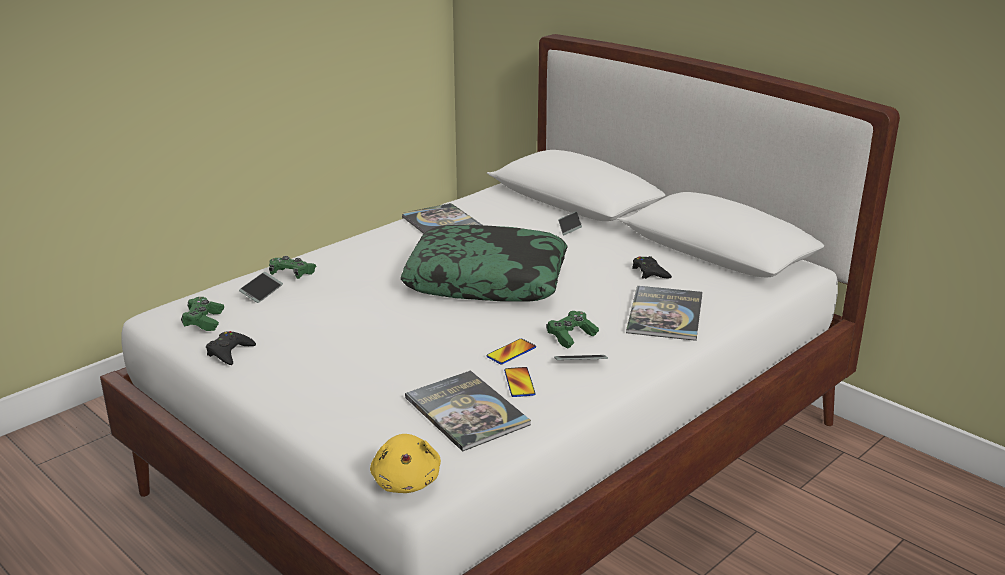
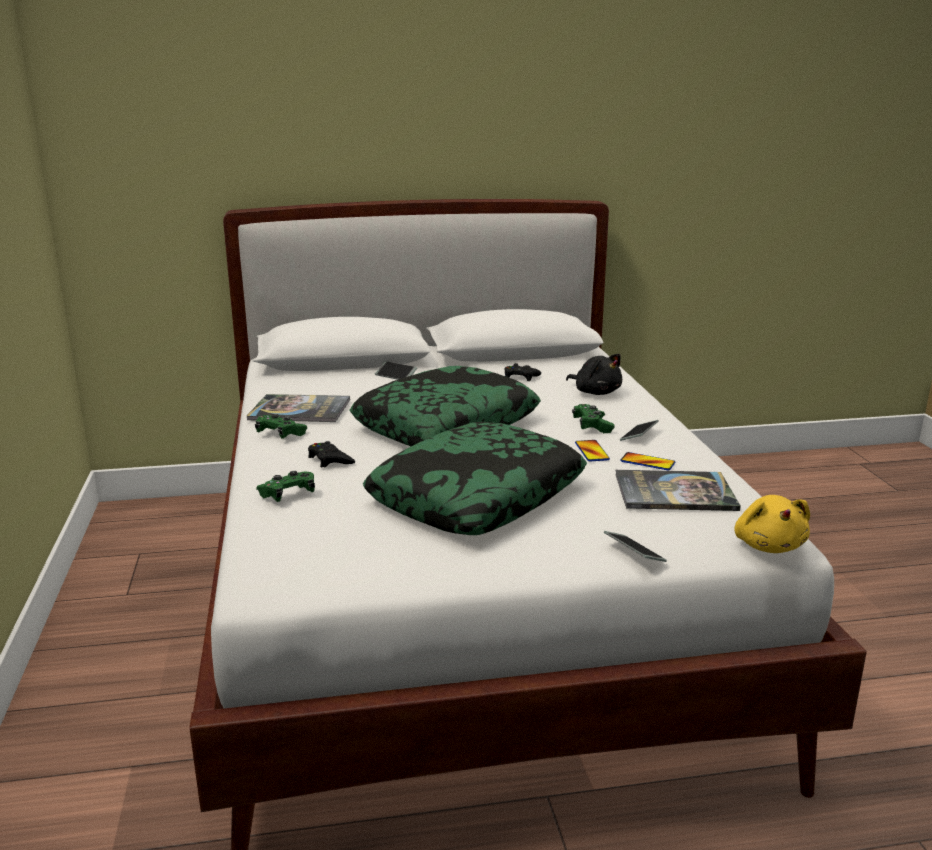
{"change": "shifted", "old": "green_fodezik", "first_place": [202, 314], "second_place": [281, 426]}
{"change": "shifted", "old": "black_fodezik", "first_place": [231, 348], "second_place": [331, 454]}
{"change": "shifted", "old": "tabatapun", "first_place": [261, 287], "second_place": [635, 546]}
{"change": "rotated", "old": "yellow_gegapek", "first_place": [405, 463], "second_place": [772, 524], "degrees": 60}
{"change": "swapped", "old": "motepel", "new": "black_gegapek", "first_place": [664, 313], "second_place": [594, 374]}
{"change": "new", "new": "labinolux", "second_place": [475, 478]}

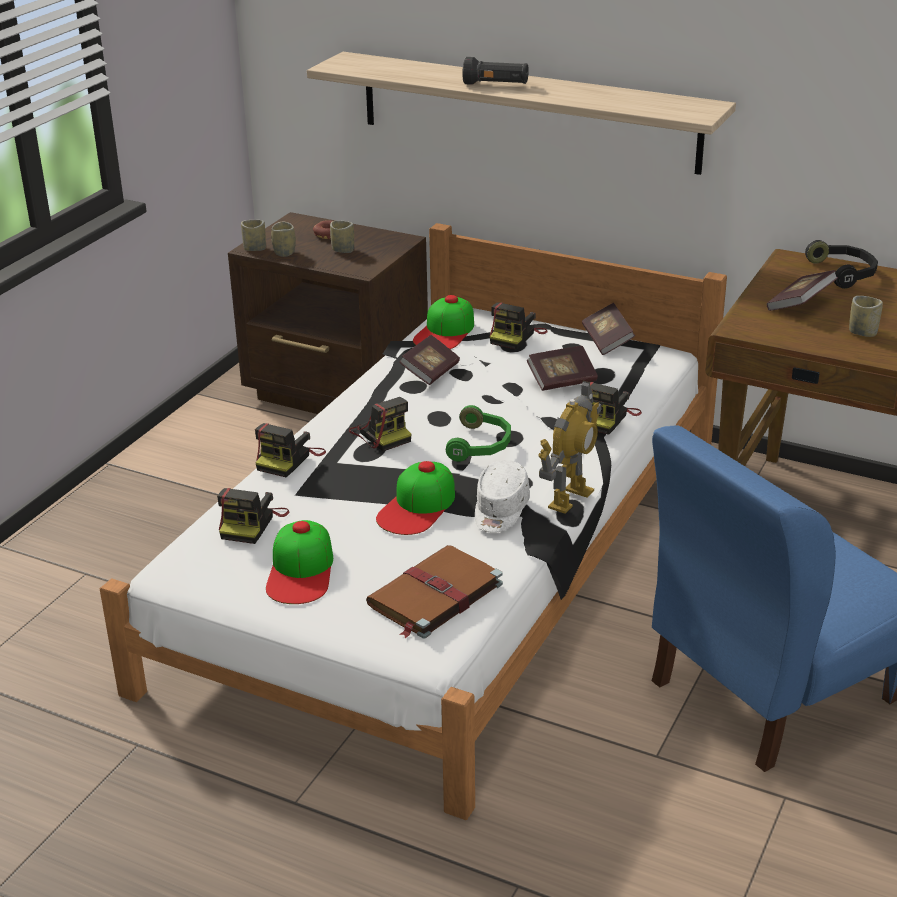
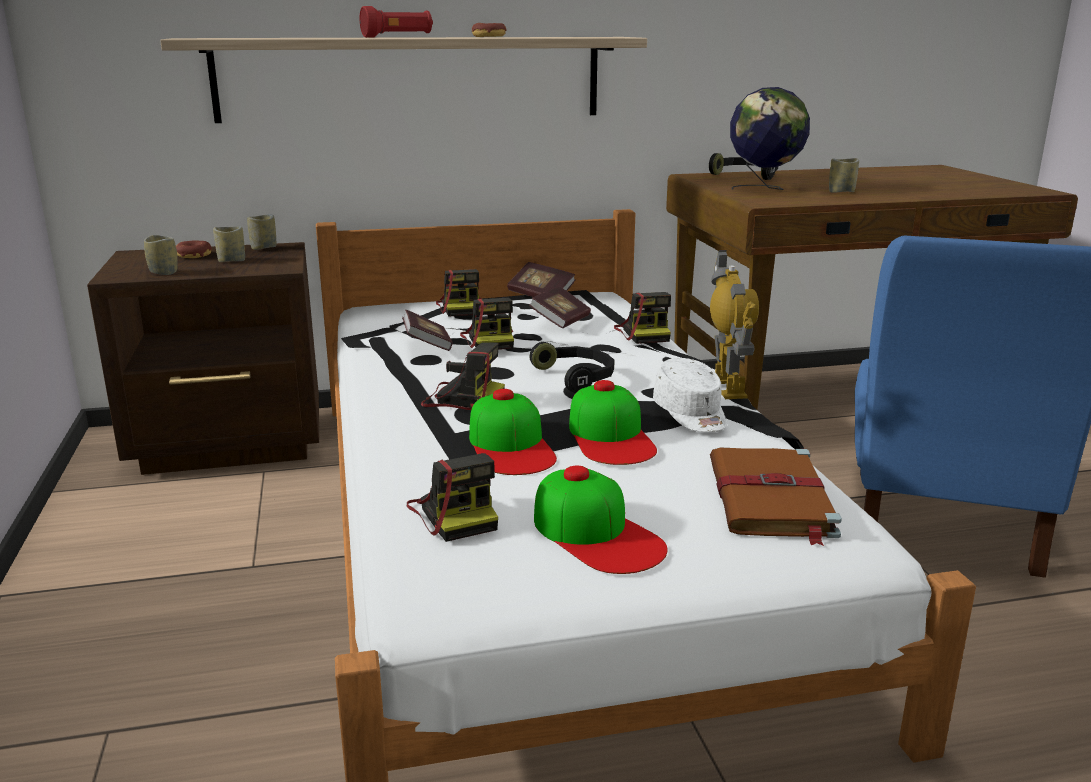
{"change": "shifted", "old": "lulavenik", "first_place": [253, 235], "second_place": [261, 232]}
{"change": "shifted", "old": "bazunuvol", "first_place": [290, 450], "second_place": [487, 324]}
{"change": "shifted", "old": "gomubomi", "first_place": [443, 322], "second_place": [513, 432]}
{"change": "repainted", "old": "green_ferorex", "new": "black_ferorex", "first_place": [478, 433], "second_place": [571, 367]}
{"change": "repainted", "old": "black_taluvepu", "new": "red_taluvepu", "first_place": [495, 71], "second_place": [396, 22]}
{"change": "swapped", "old": "motepel", "new": "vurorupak", "first_place": [802, 290], "second_place": [770, 138]}
{"change": "new", "new": "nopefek", "second_place": [489, 30]}

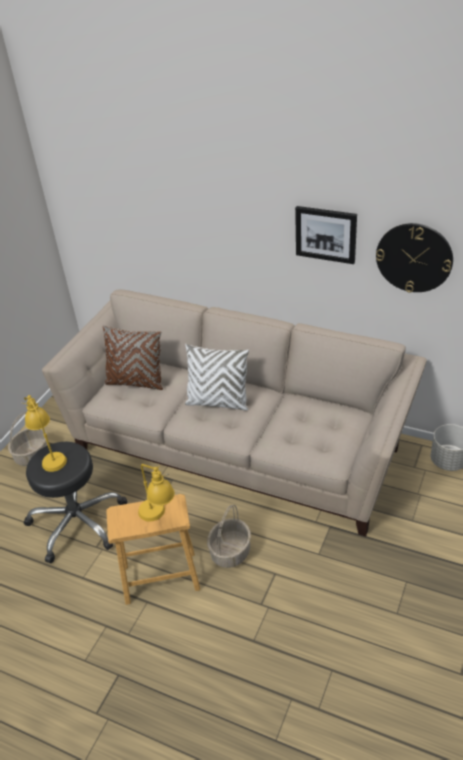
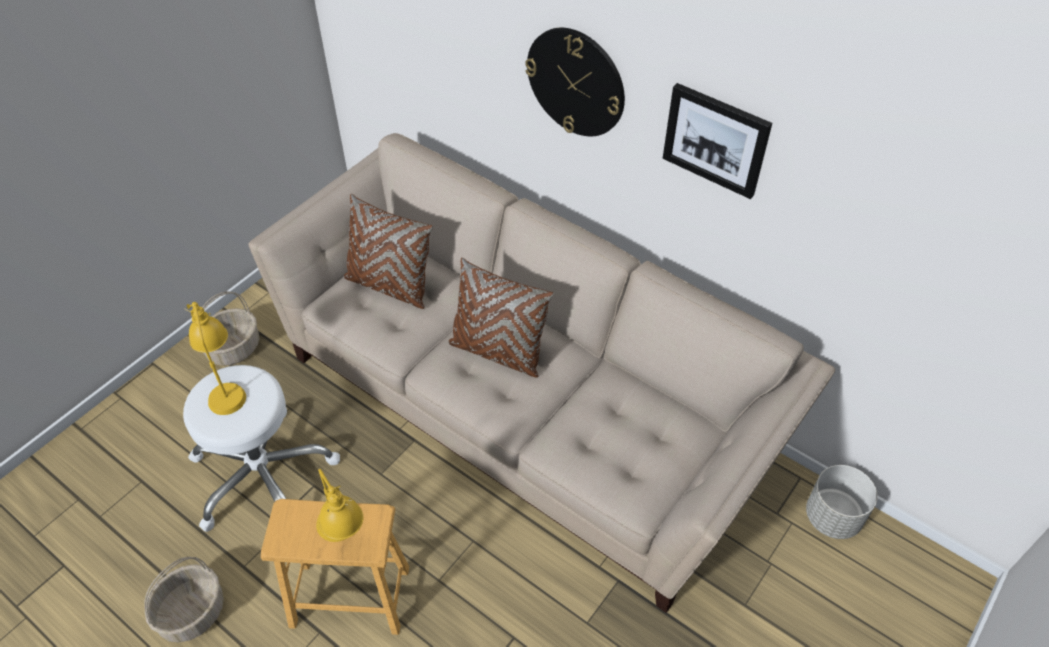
{"change": "repainted", "old": "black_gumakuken", "new": "white_gumakuken", "first_place": [76, 502], "second_place": [261, 448]}
{"change": "repainted", "old": "white_labinolux", "new": "brown_labinolux", "first_place": [217, 377], "second_place": [501, 318]}
{"change": "shifted", "old": "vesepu", "first_place": [229, 536], "second_place": [184, 600]}
{"change": "shifted", "old": "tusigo", "first_place": [414, 258], "second_place": [575, 82]}

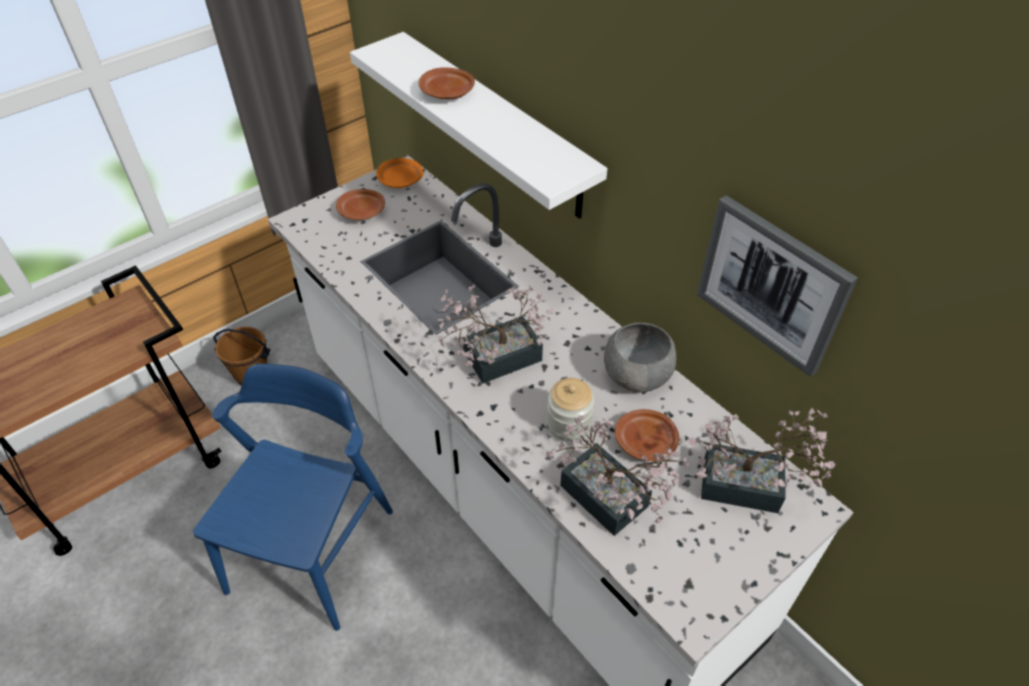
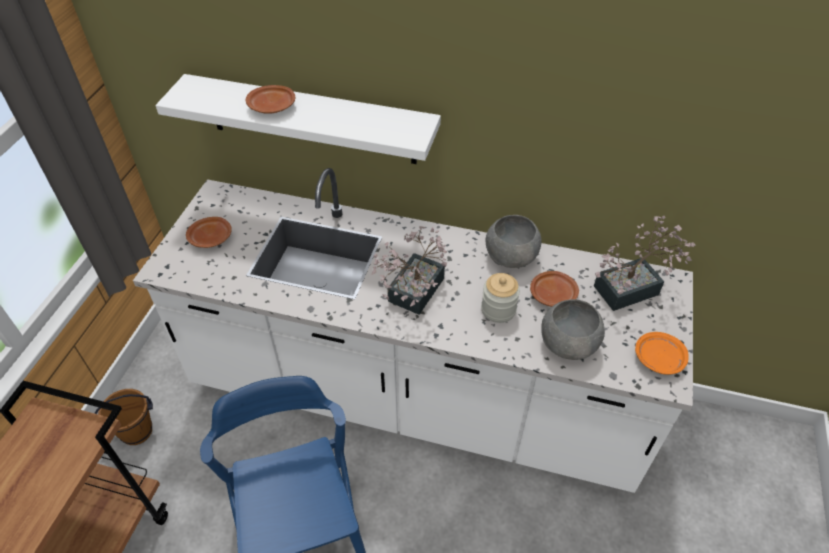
{"change": "shifted", "old": "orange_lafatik", "first_place": [399, 173], "second_place": [662, 353]}
{"change": "swapped", "old": "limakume", "new": "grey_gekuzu", "first_place": [617, 475], "second_place": [573, 329]}
{"change": "gone", "old": "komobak", "first_place": [777, 286]}

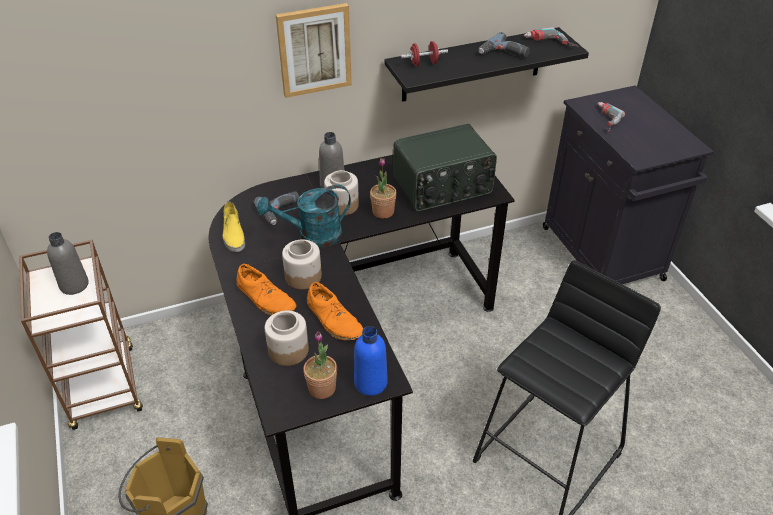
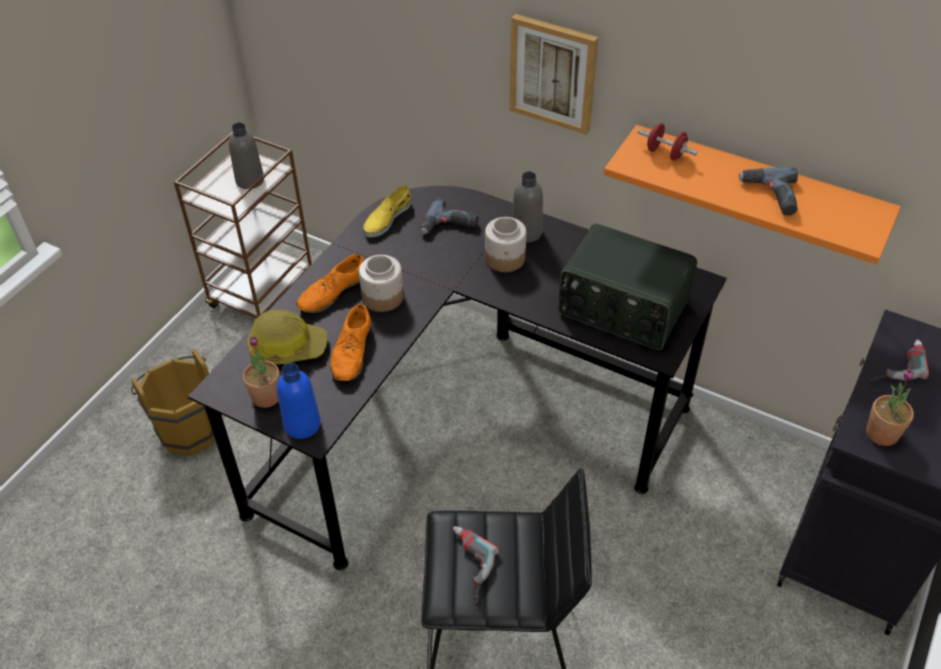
{"change": "rotated", "old": "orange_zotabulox", "first_place": [266, 289], "second_place": [330, 283], "degrees": 45}
{"change": "gone", "old": "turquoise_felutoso", "first_place": [304, 216]}
{"change": "swapped", "old": "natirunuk", "new": "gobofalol", "first_place": [287, 338], "second_place": [287, 337]}
{"change": "shifted", "old": "limakume", "first_place": [383, 188], "second_place": [890, 407]}
{"change": "repainted", "old": "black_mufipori", "new": "orange_mufipori", "first_place": [486, 64], "second_place": [752, 195]}
{"change": "shifted", "old": "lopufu", "first_place": [551, 37], "second_place": [476, 565]}

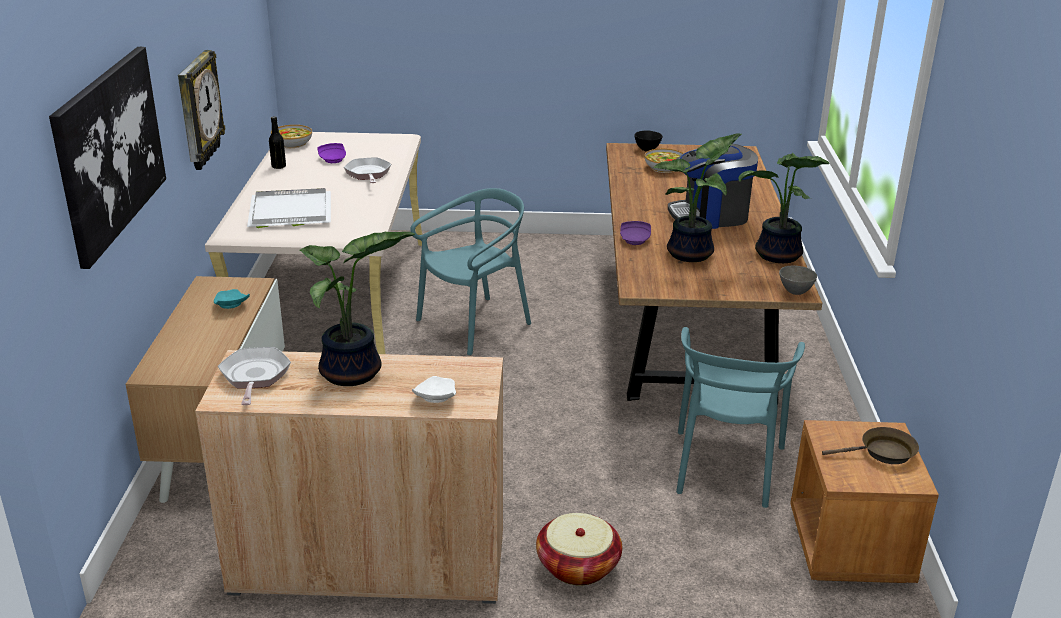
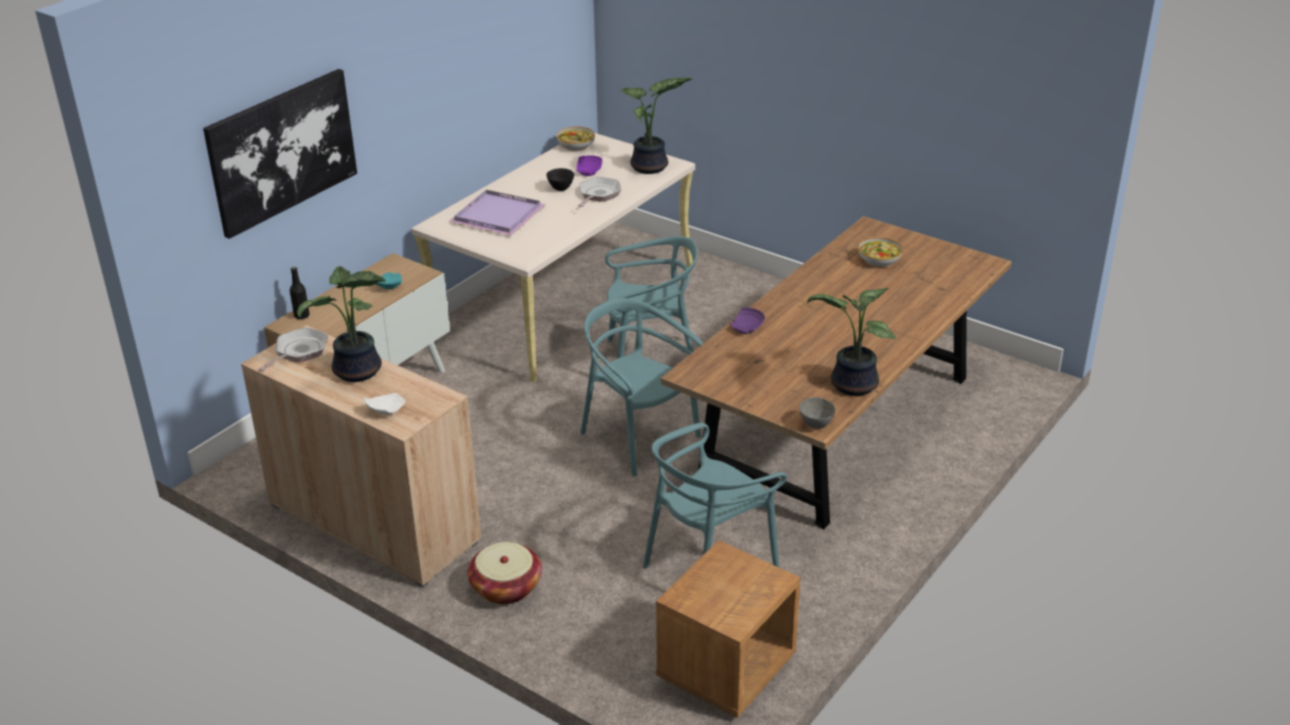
{"change": "gone", "old": "tusigo", "first_place": [202, 110]}
{"change": "repainted", "old": "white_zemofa", "new": "purple_zemofa", "first_place": [289, 208], "second_place": [497, 213]}
{"change": "shifted", "old": "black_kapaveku", "first_place": [277, 142], "second_place": [299, 293]}
{"change": "shifted", "old": "black_gekuzu", "first_place": [648, 141], "second_place": [560, 179]}
{"change": "shifted", "old": "limakume", "first_place": [697, 197], "second_place": [656, 126]}
{"change": "gone", "old": "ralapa", "first_place": [713, 186]}
{"change": "gone", "old": "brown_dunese", "first_place": [870, 445]}
{"change": "new", "new": "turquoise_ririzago", "second_place": [641, 387]}

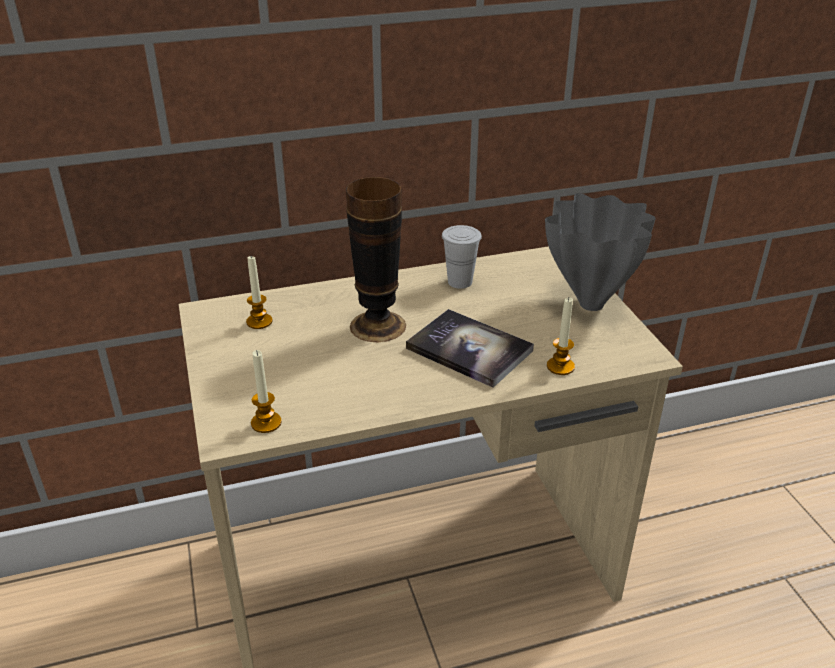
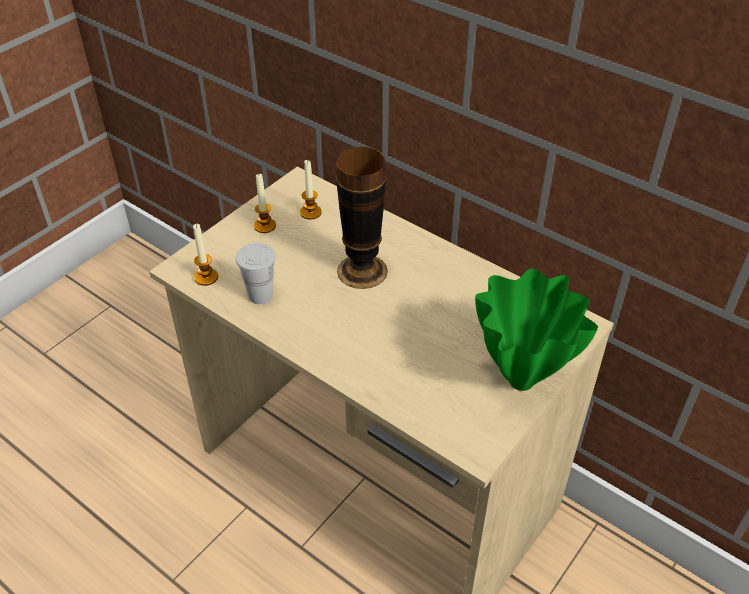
{"change": "gone", "old": "motepel", "first_place": [470, 348]}
{"change": "shifted", "old": "white_lulavenik", "first_place": [462, 257], "second_place": [256, 273]}
{"change": "repainted", "old": "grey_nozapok", "new": "green_nozapok", "first_place": [600, 252], "second_place": [536, 330]}
{"change": "shifted", "old": "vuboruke", "first_place": [561, 336], "second_place": [265, 203]}

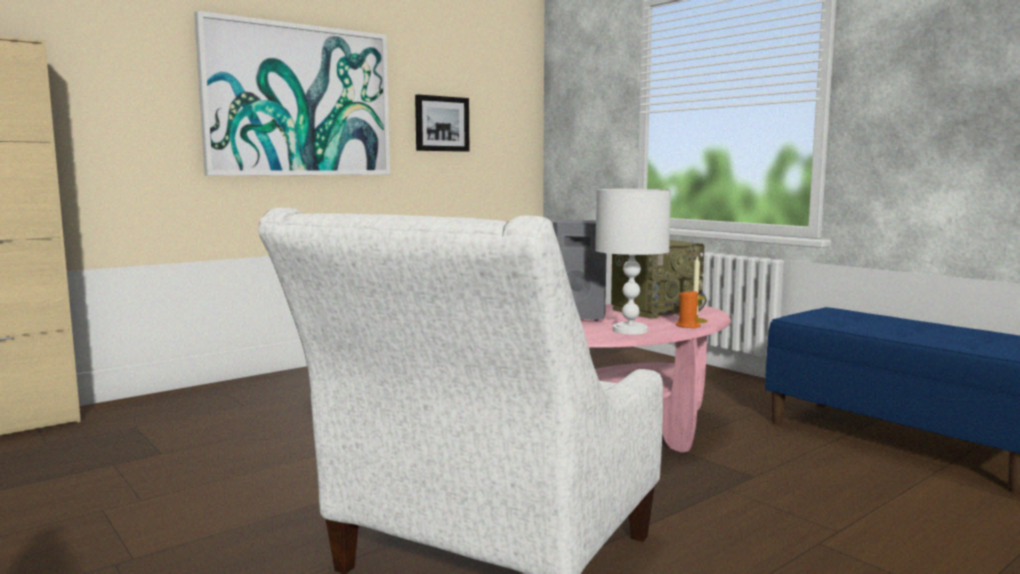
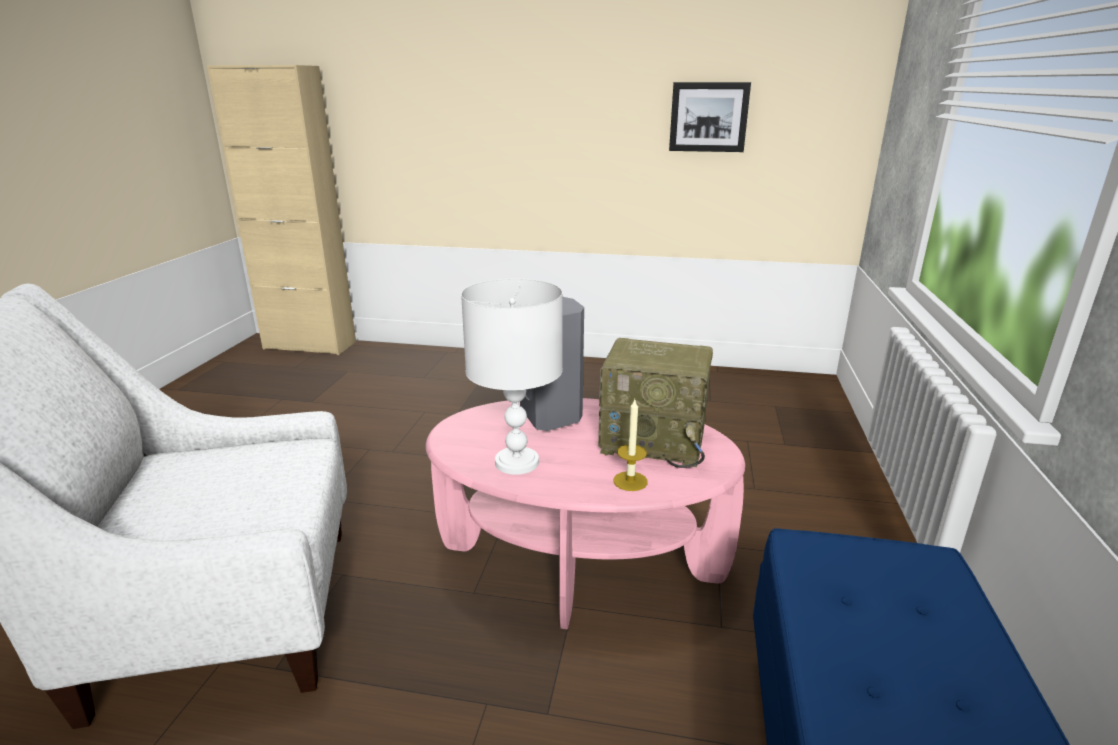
{"change": "gone", "old": "komobak", "first_place": [292, 93]}
{"change": "gone", "old": "orange_vuboruke", "first_place": [688, 308]}

